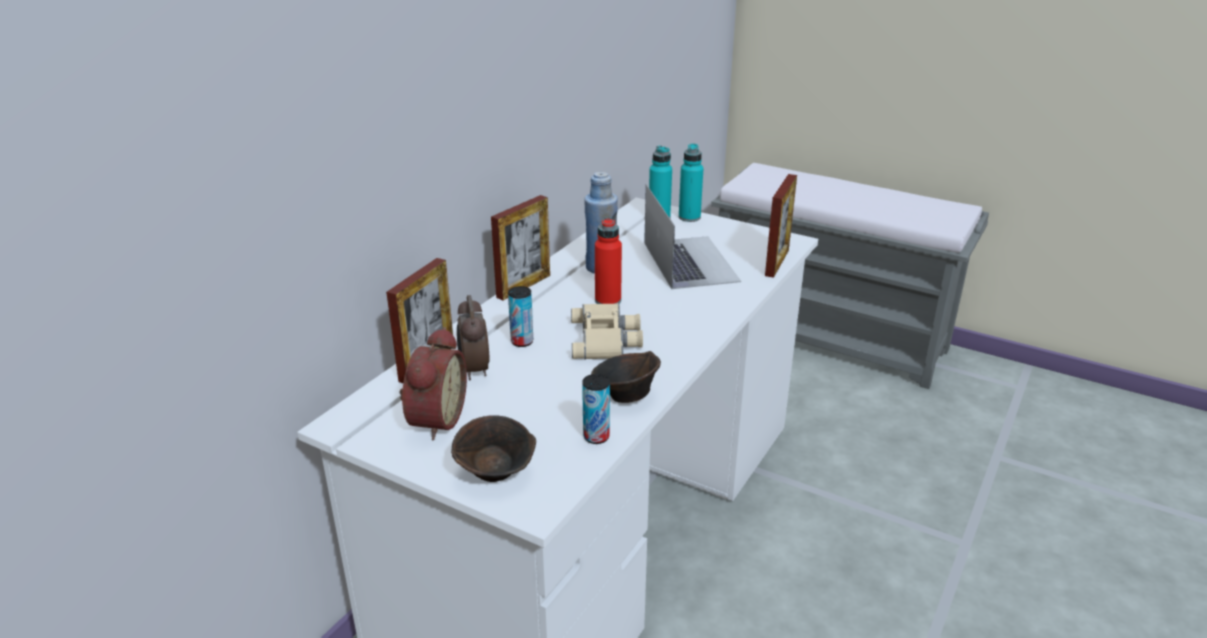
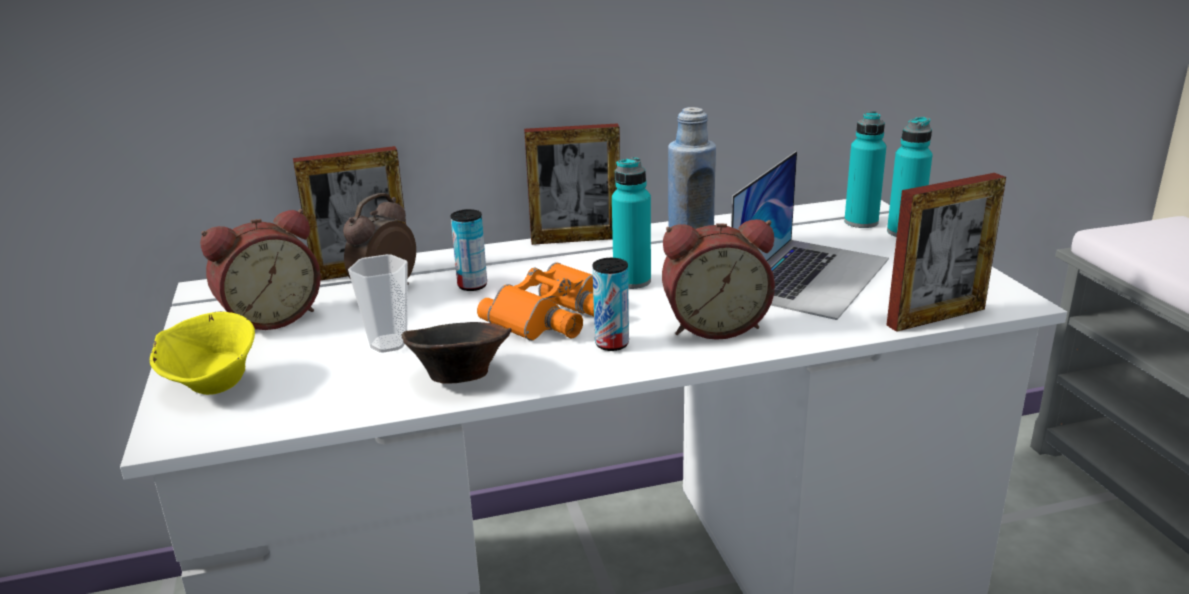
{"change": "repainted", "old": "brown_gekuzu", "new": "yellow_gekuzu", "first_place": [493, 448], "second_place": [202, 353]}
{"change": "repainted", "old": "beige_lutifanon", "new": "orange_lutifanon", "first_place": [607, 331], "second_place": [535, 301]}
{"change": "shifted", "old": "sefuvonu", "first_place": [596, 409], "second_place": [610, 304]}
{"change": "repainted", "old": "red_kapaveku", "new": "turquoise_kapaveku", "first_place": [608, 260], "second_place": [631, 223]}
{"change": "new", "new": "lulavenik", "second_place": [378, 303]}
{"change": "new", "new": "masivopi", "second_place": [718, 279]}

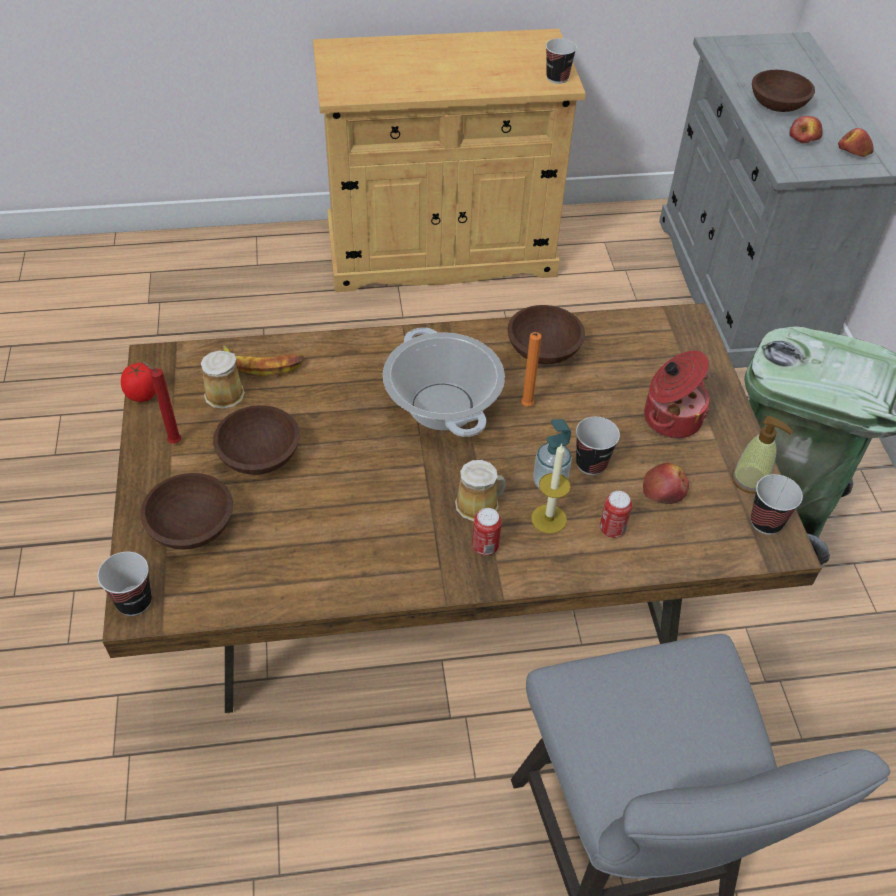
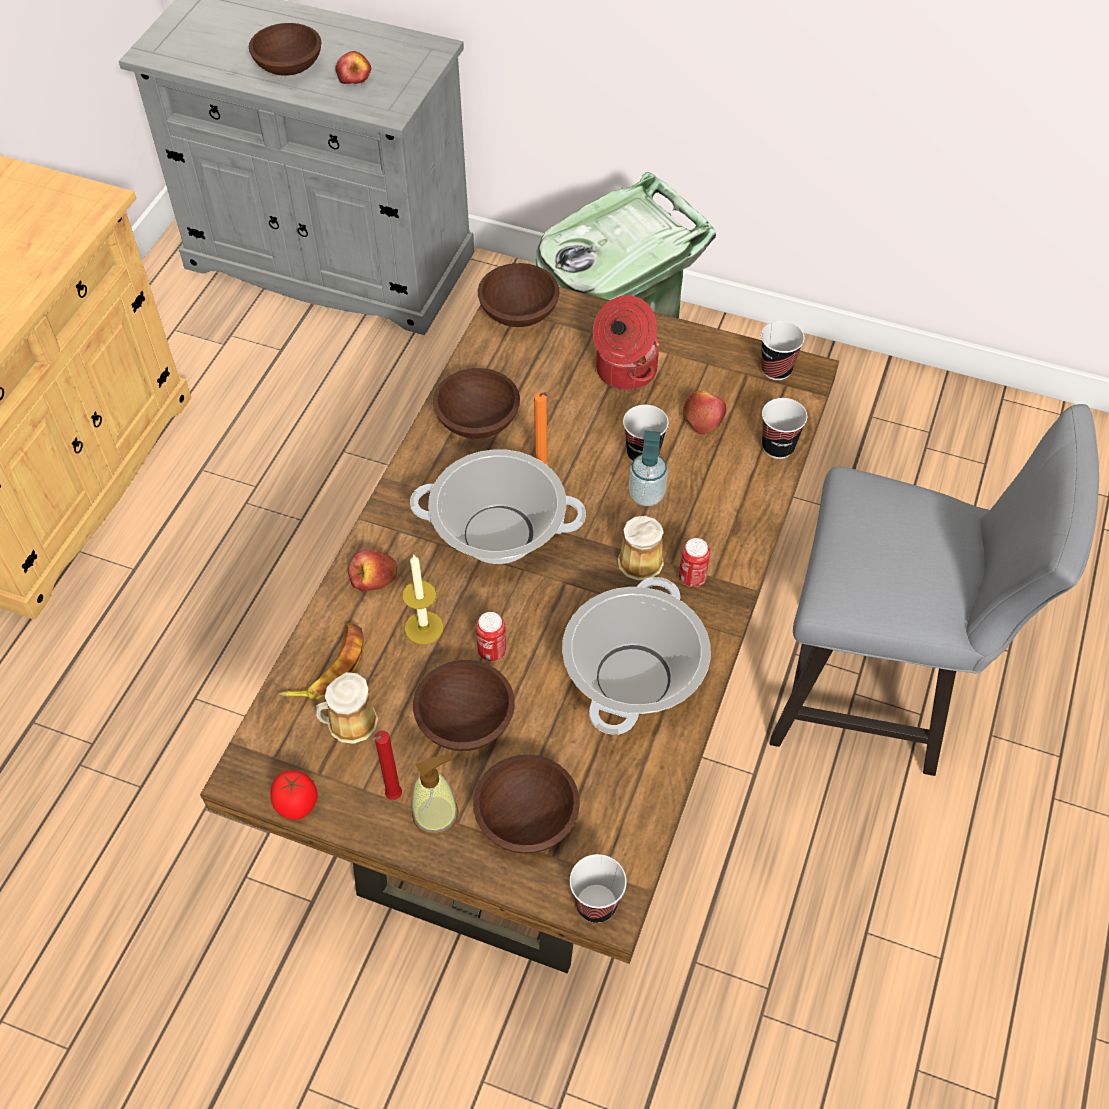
{"change": "shifted", "old": "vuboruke", "first_place": [551, 488], "second_place": [423, 599]}
{"change": "shifted", "old": "lulavenik", "first_place": [561, 61], "second_place": [784, 428]}
{"change": "shifted", "old": "sefuvonu", "first_place": [616, 514], "second_place": [491, 636]}
{"change": "shifted", "old": "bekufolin", "first_place": [762, 454], "second_place": [435, 794]}
{"change": "shifted", "old": "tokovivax", "first_place": [856, 142], "second_place": [372, 570]}
{"change": "new", "new": "brown_gekuzu", "second_place": [519, 295]}
{"change": "new", "new": "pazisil", "second_place": [636, 656]}

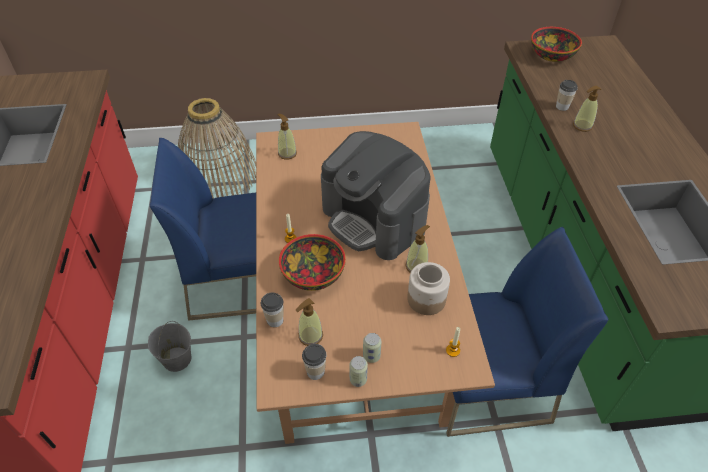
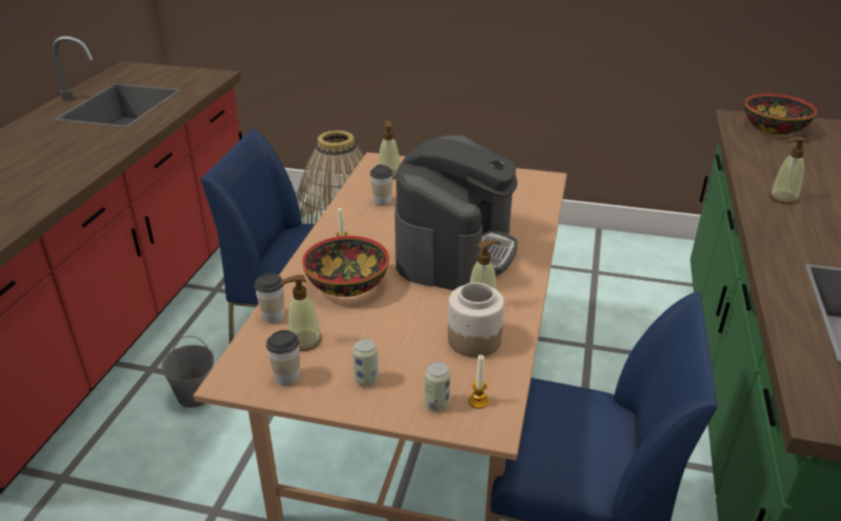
{"change": "rotated", "old": "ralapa", "first_place": [376, 195], "second_place": [456, 213], "degrees": -135}
{"change": "shifted", "old": "sefuvonu", "first_place": [358, 371], "second_place": [437, 386]}
{"change": "shifted", "old": "lulavenik", "first_place": [567, 95], "second_place": [381, 185]}

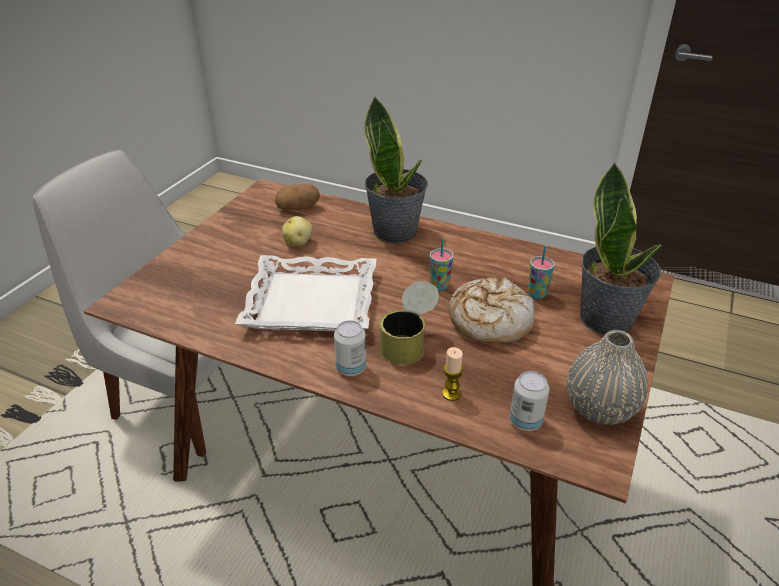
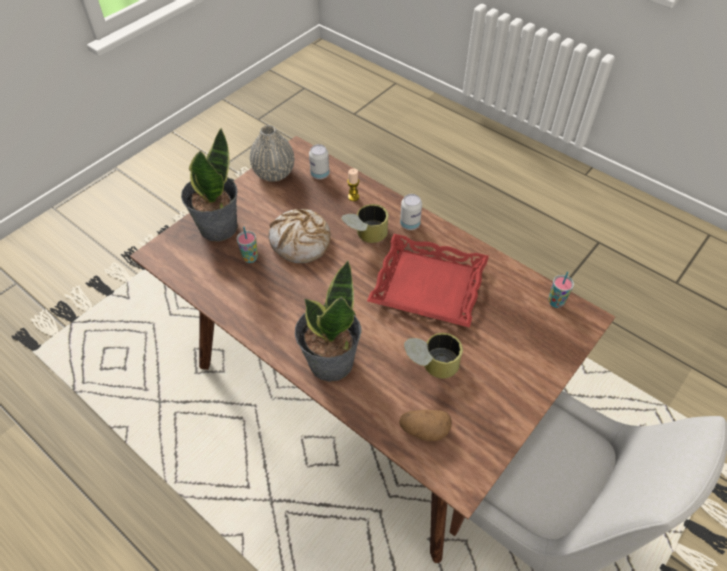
{"change": "repainted", "old": "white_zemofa", "new": "red_zemofa", "first_place": [306, 293], "second_place": [428, 281]}
{"change": "swapped", "old": "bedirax", "new": "sefuvonu", "first_place": [297, 231], "second_place": [433, 355]}
{"change": "shifted", "old": "lulavenik", "first_place": [441, 264], "second_place": [561, 290]}

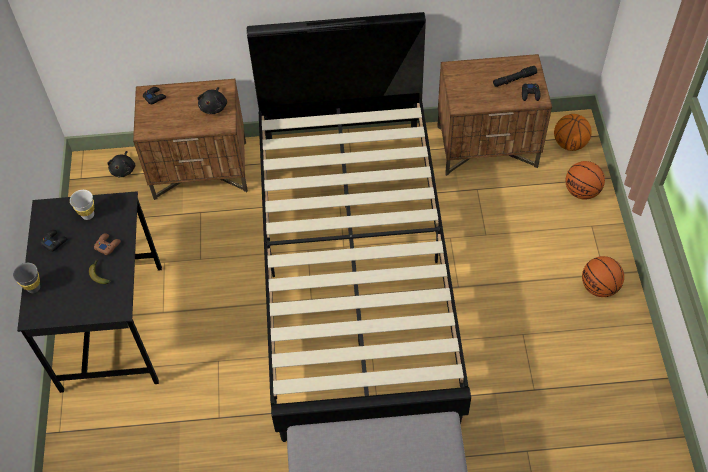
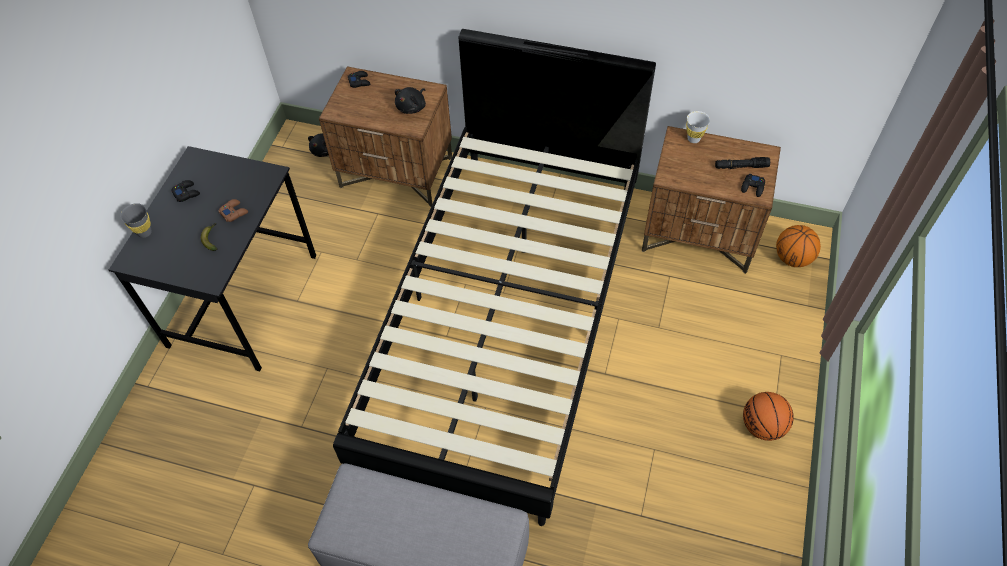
{"change": "shifted", "old": "white_lulavenik", "first_place": [82, 205], "second_place": [698, 127]}
{"change": "gone", "old": "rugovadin", "first_place": [585, 180]}

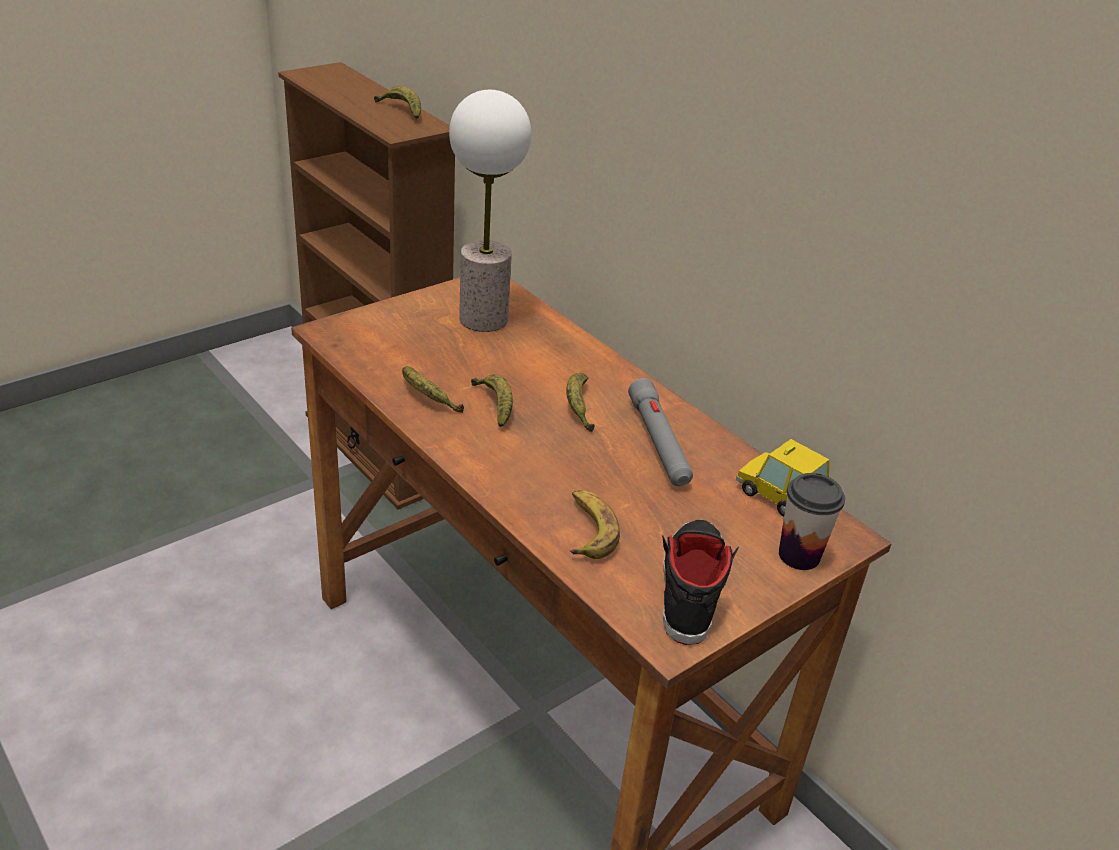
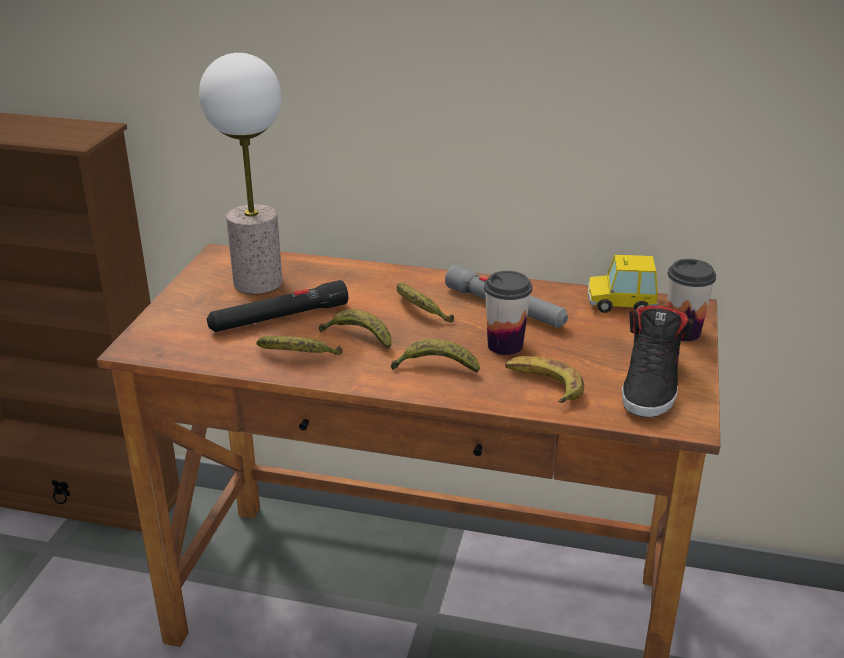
{"change": "shifted", "old": "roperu", "first_place": [397, 102], "second_place": [435, 356]}
{"change": "rotated", "old": "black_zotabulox", "first_place": [700, 582], "second_place": [658, 361], "degrees": -135}
{"change": "new", "new": "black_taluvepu", "second_place": [277, 306]}
{"change": "new", "new": "lulavenik", "second_place": [508, 313]}

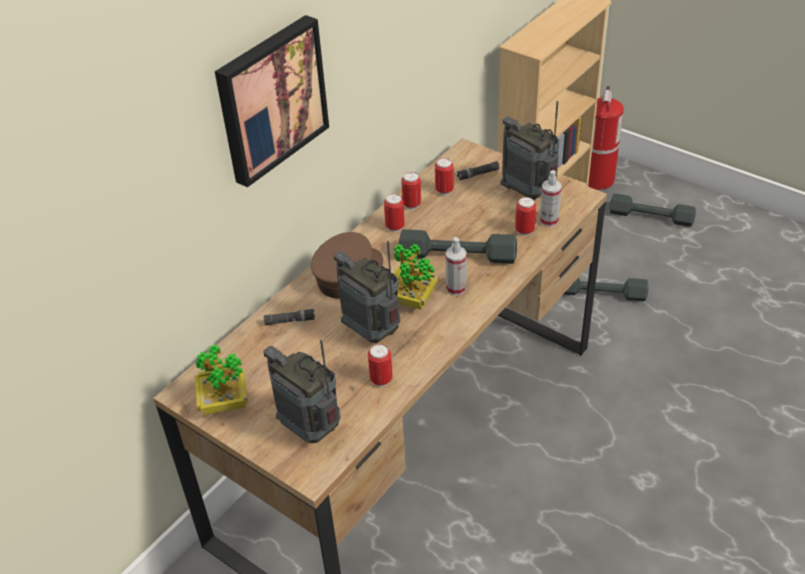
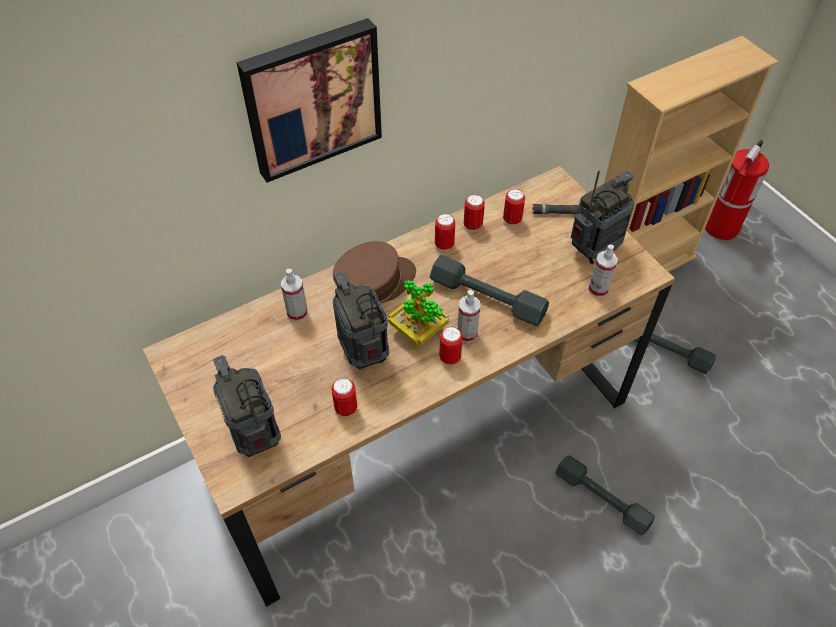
{"change": "gone", "old": "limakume", "first_place": [221, 379]}
{"change": "swapped", "old": "black_taluvepu", "new": "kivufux", "first_place": [289, 317], "second_place": [294, 295]}
{"change": "rotated", "old": "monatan", "first_place": [529, 150], "second_place": [603, 217], "degrees": 75}
{"change": "shifted", "old": "sefuvonu", "first_place": [525, 216], "second_place": [451, 346]}
{"change": "shifted", "old": "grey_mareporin", "first_place": [653, 210], "second_place": [605, 495]}

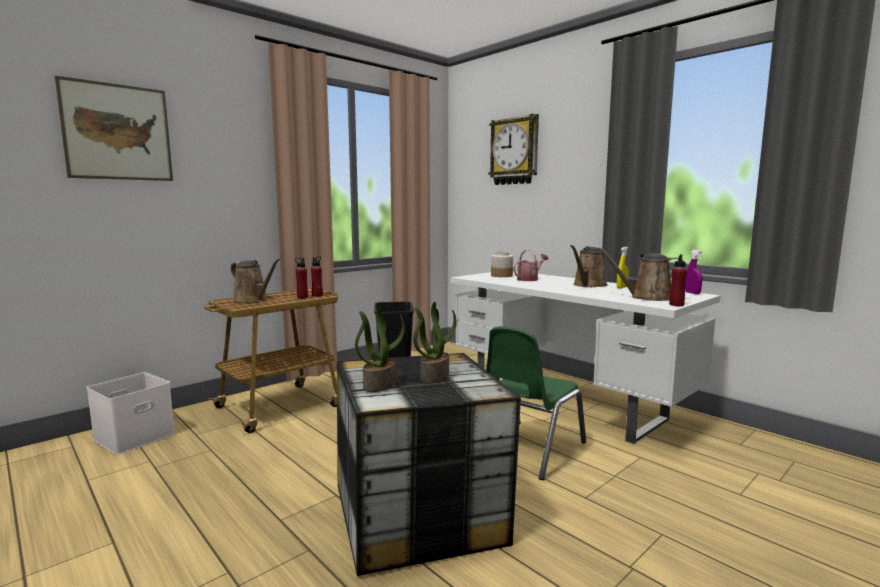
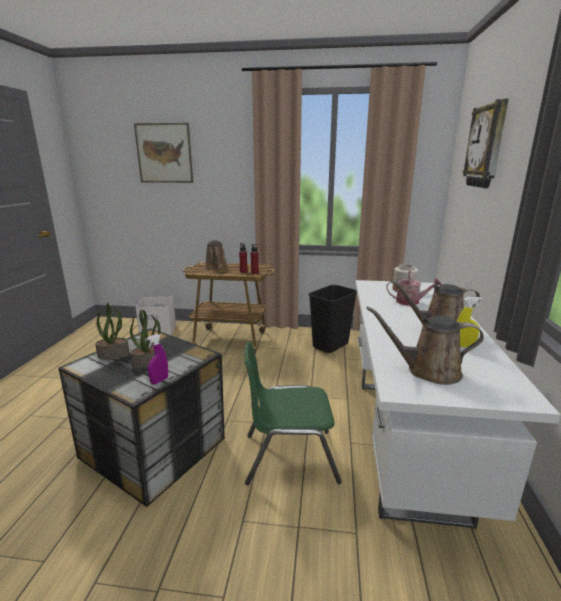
{"change": "rotated", "old": "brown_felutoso", "first_place": [642, 274], "second_place": [425, 345], "degrees": -60}
{"change": "gone", "old": "red_kapaveku", "first_place": [678, 280]}
{"change": "shifted", "old": "purple_kivufux", "first_place": [694, 272], "second_place": [157, 359]}

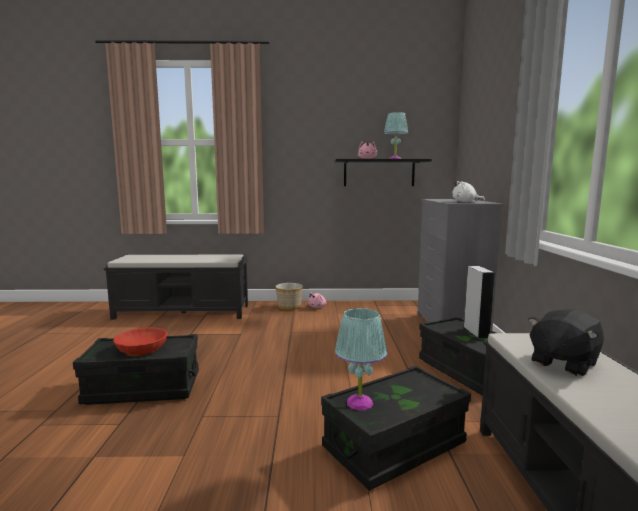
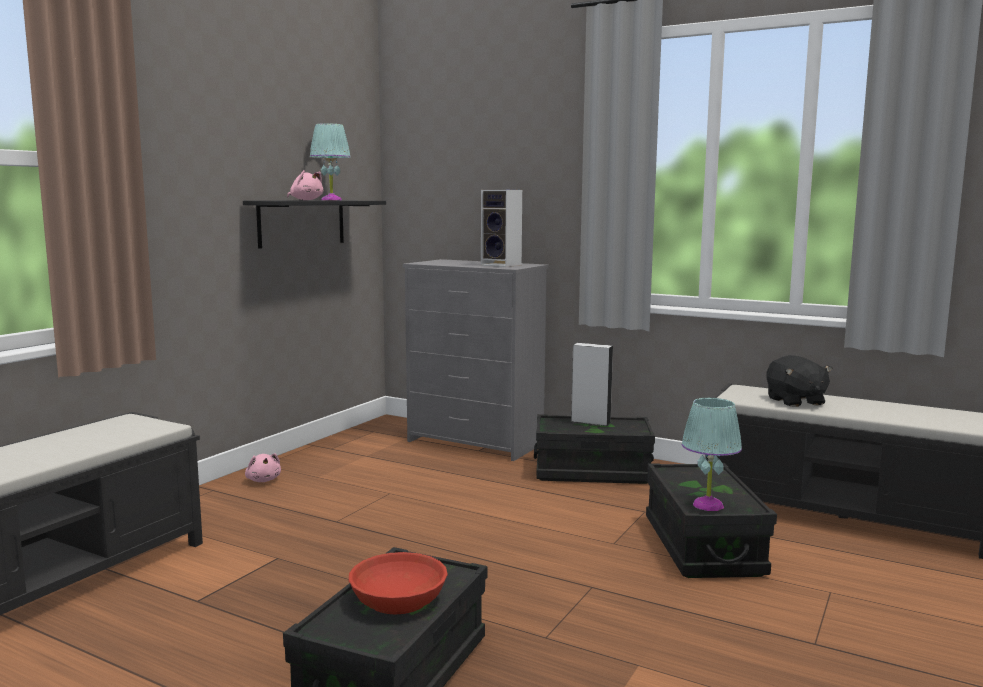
{"change": "gone", "old": "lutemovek", "first_place": [289, 296]}
{"change": "swapped", "old": "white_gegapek", "new": "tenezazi", "first_place": [468, 191], "second_place": [501, 228]}

